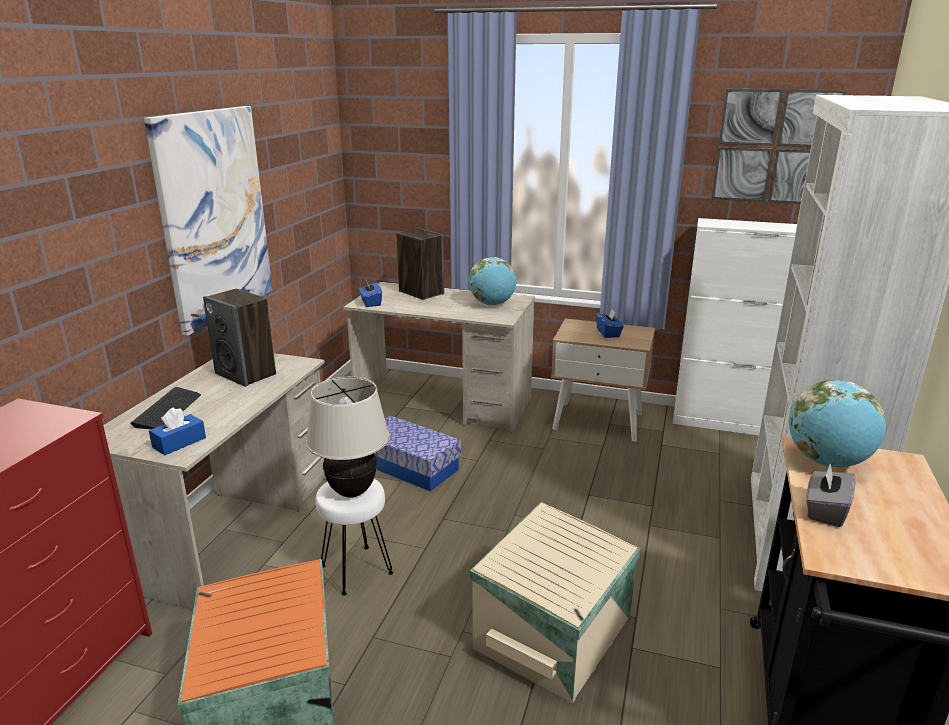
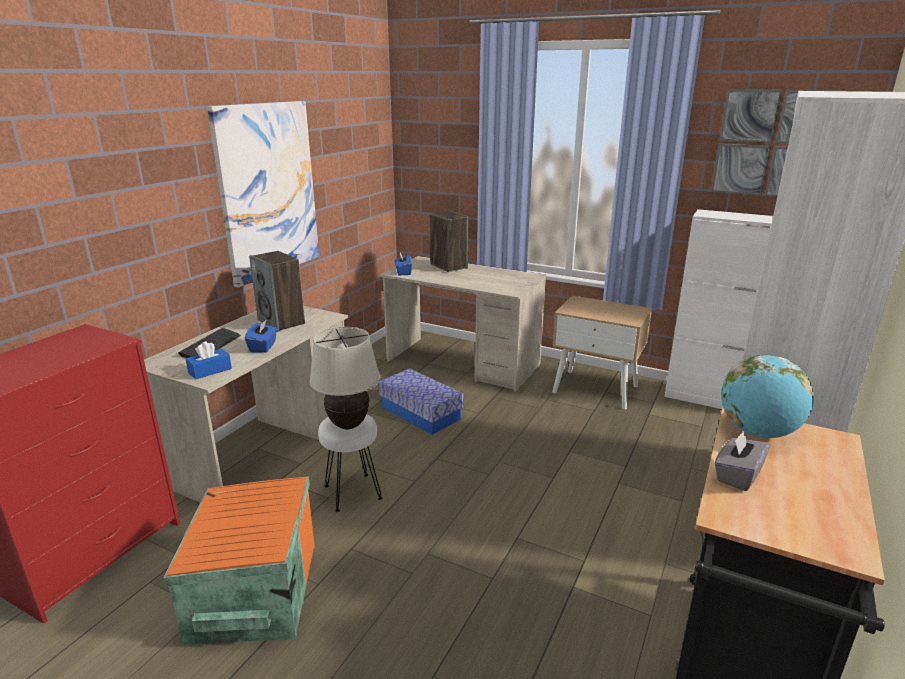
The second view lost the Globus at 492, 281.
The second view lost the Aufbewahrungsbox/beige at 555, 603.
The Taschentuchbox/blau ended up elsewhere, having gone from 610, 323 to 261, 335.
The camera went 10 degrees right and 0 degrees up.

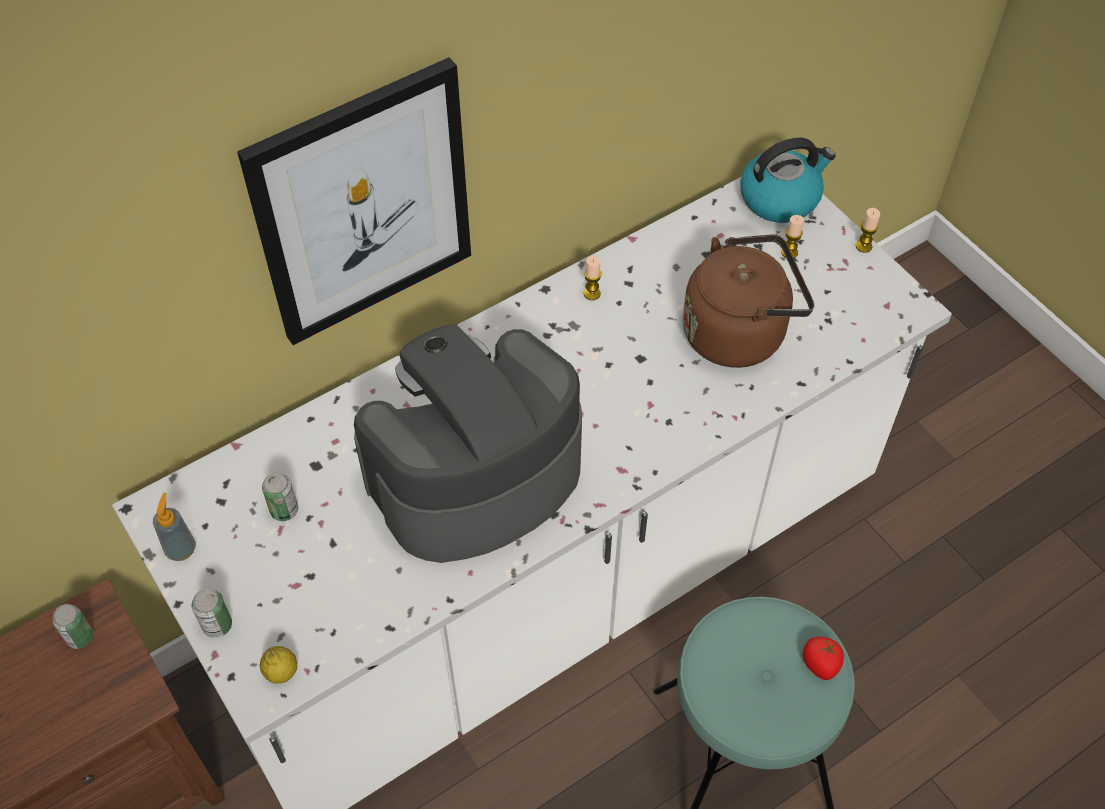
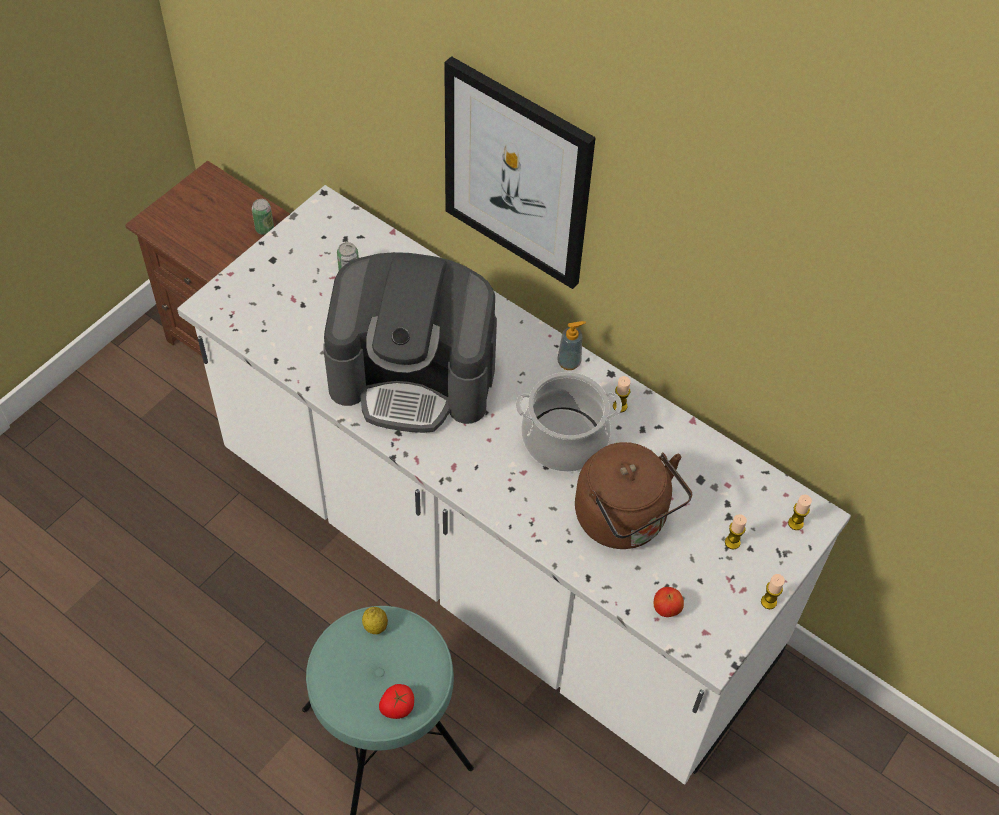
The second view lost the Dose at 212, 613.
The second view gained the Kochtopf at 569, 422.
The second view gained the Apfel at 669, 602.
The Seifenspender ended up elsewhere, having gone from 174, 527 to 571, 345.
The Zitrone ended up elsewhere, having gone from 278, 665 to 375, 620.
Where the Wasserkessel stood at 788, 180, the Kerze came to stand at 800, 512.
The Kaffeemaschine at 468, 443 ended up facing another way, 150 degrees clockwise from before.
The camera went 70 degrees right and 0 degrees up.

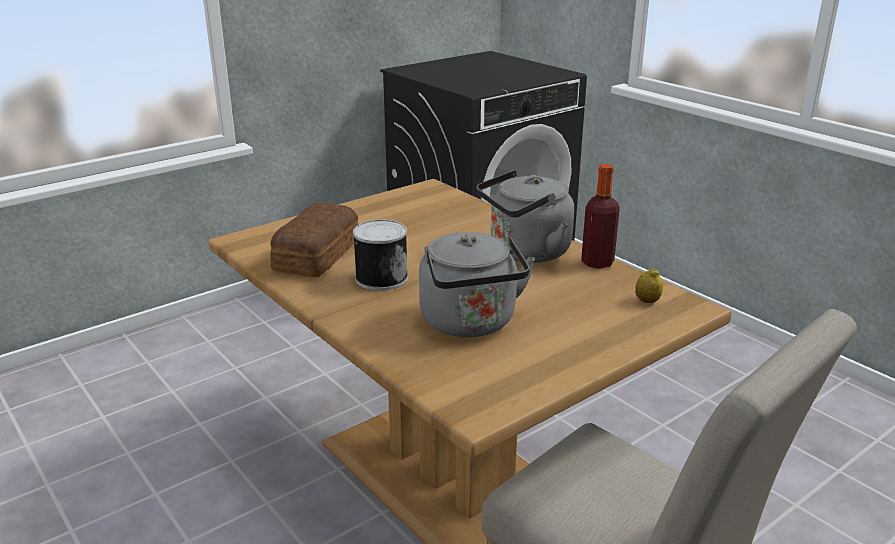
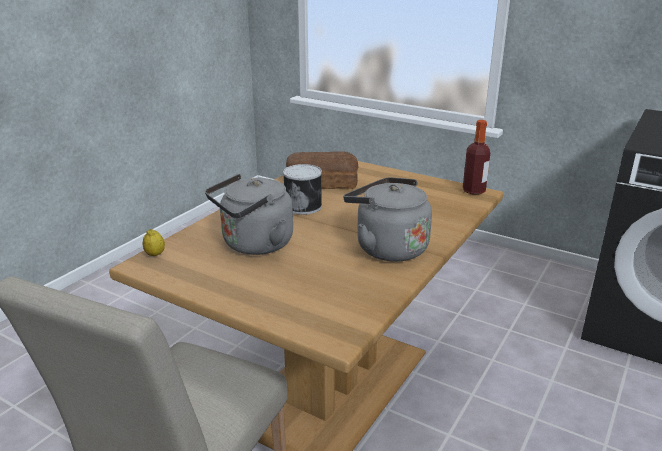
The Flasche ended up elsewhere, having gone from 600, 216 to 476, 157.
The Zitrone ended up elsewhere, having gone from 649, 285 to 154, 242.
The camera went 70 degrees right and 0 degrees up.

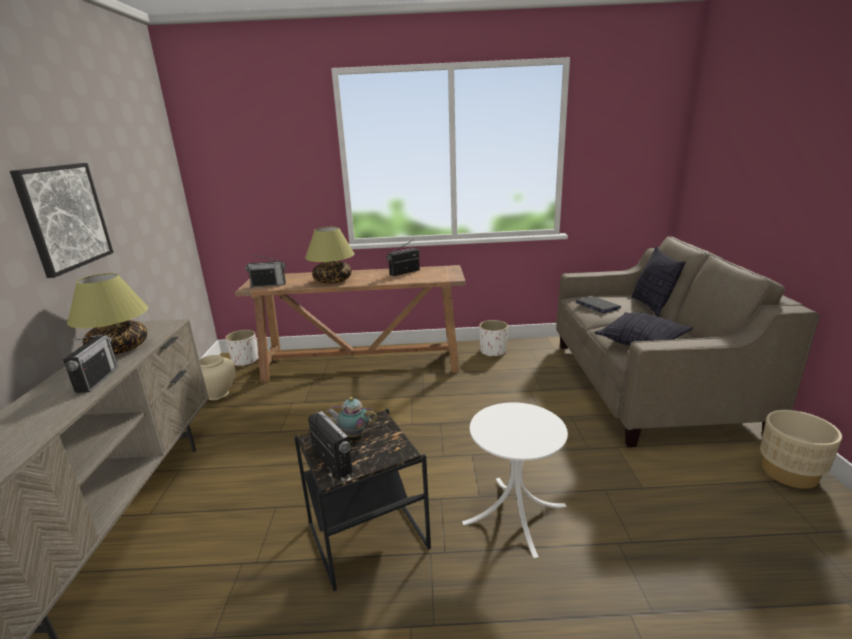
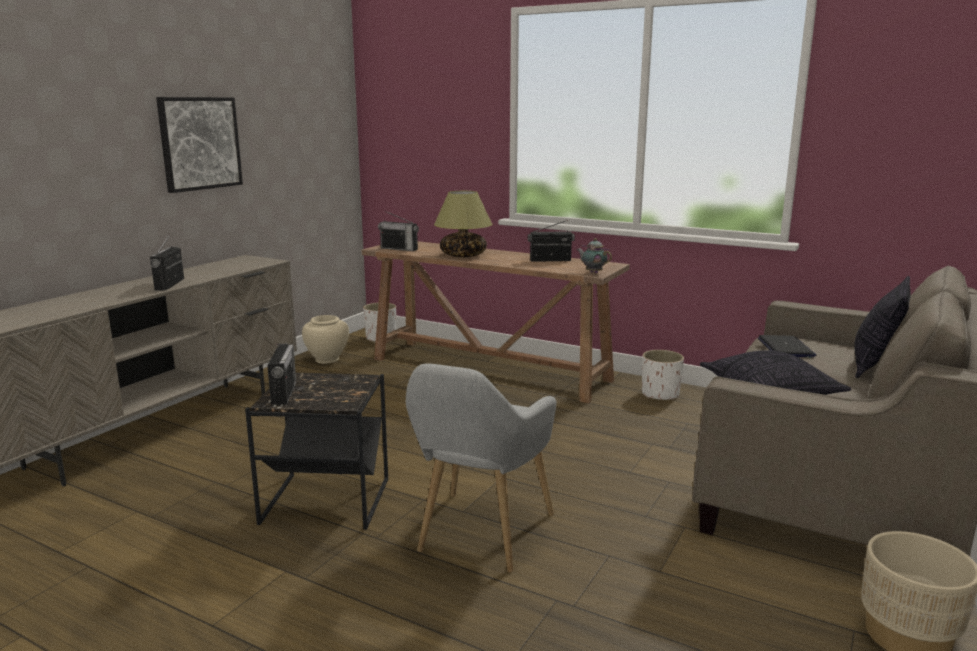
The second view lost the Tischlampe at 107, 314.
The Teekanne ended up elsewhere, having gone from 352, 417 to 594, 255.
Where the Beistelltisch/weiß stood at 515, 480, the Sessel/grau came to stand at 481, 468.
The Radio at 90, 364 ended up facing another way, 150 degrees clockwise from before.
The camera went 30 degrees right and 5 degrees down.

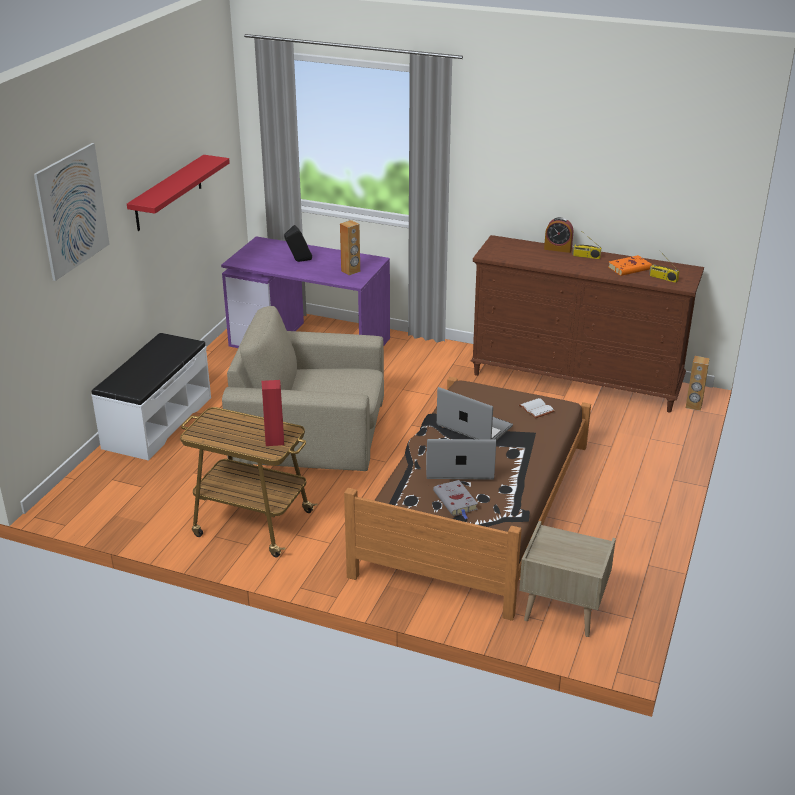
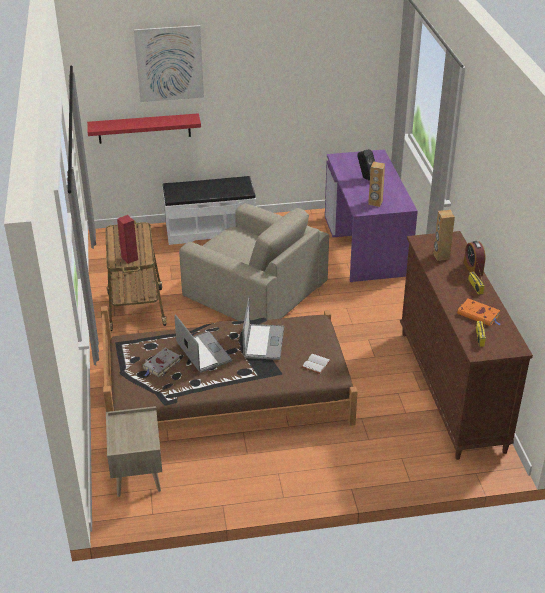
The Wandregal/rot ended up elsewhere, having gone from 178, 193 to 144, 128.
The Lautsprecher/braun ended up elsewhere, having gone from 698, 383 to 444, 235.
The Sessel/beige at 303, 388 ended up facing another way, 150 degrees clockwise from before.
The camera went 60 degrees right and 5 degrees up.

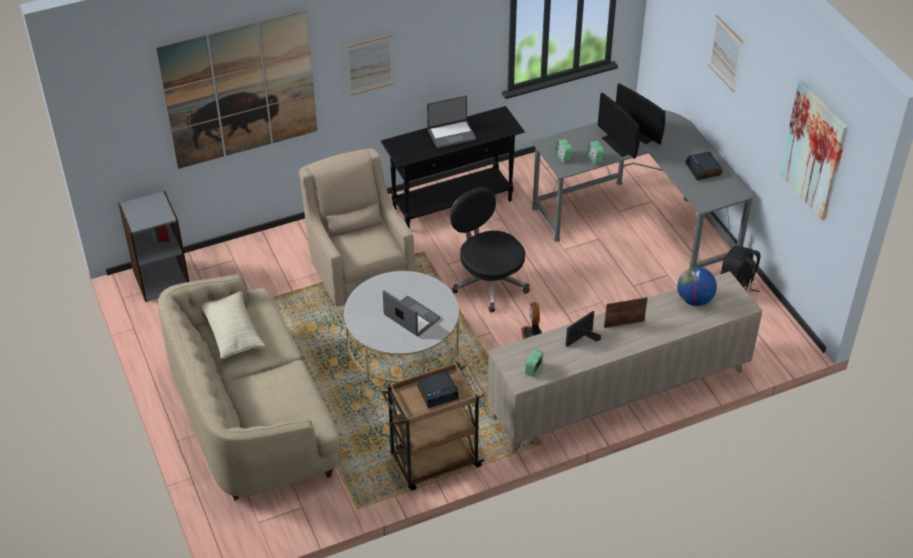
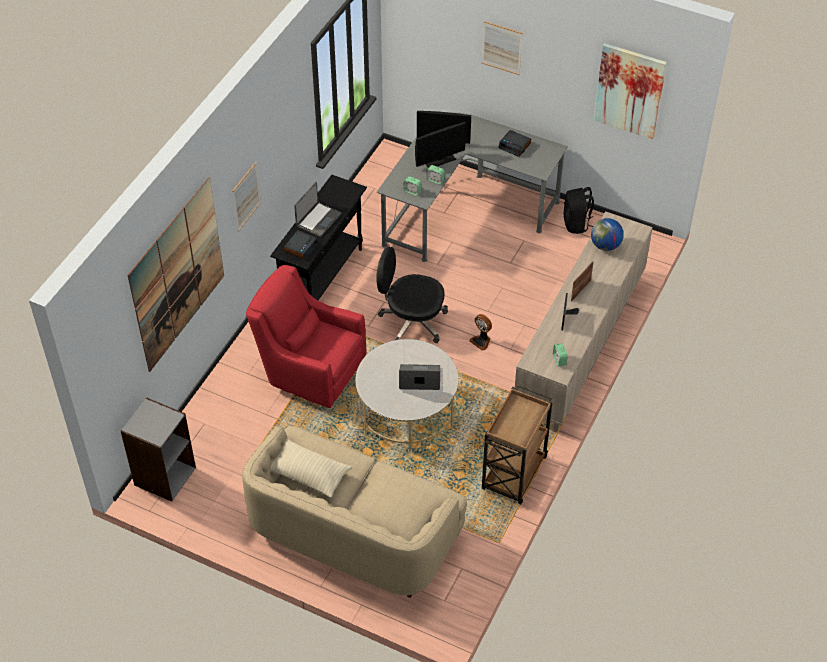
The Wecker ended up elsewhere, having gone from 438, 389 to 301, 245.
What was the Sessel/beige at 357, 227 turned into the Sessel/rot at 306, 336.
The Monitor at 619, 126 ended up facing another way, 45 degrees counterclockwise from before.
The camera went 40 degrees left and 5 degrees up.

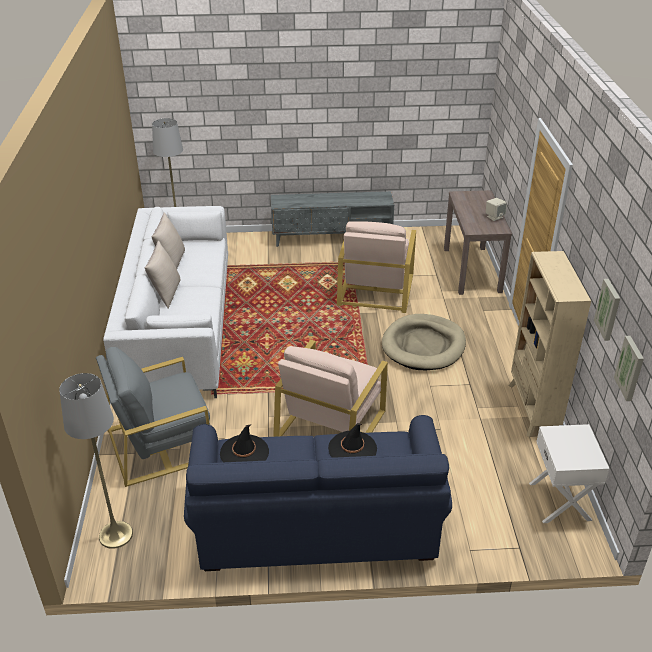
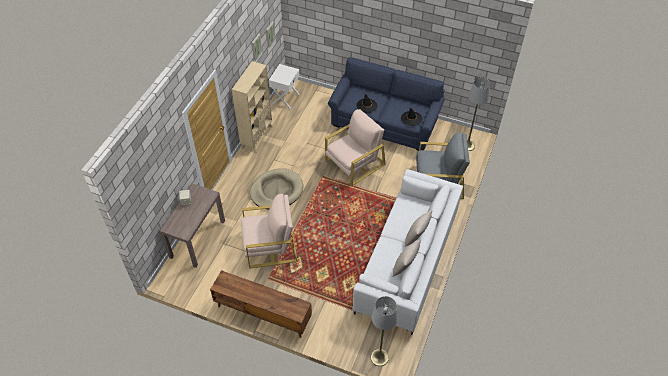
What was the Fernsehschrank/grau at 332, 219 turned into the Fernsehschrank/braun at 261, 304.
The Sessel/beige at 376, 267 ended up facing another way, 45 degrees clockwise from before.
The camera went 155 degrees left and 15 degrees up.

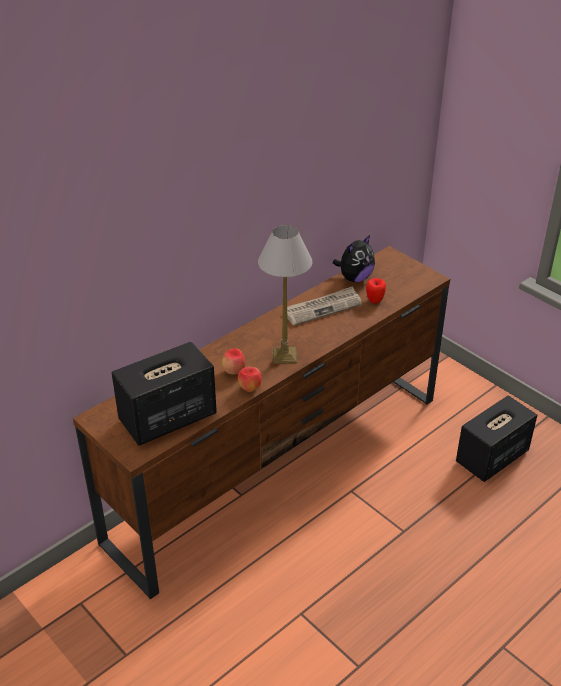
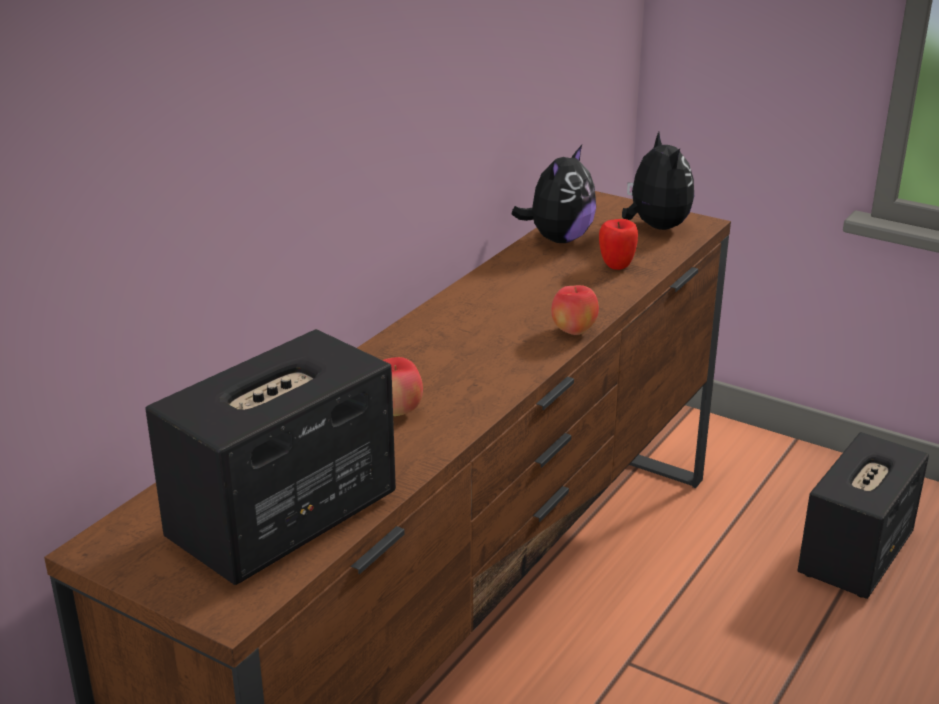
The second view lost the Tischlampe at 285, 294.
The second view lost the Zeitung at 324, 306.
The second view gained the Plüschtier at 658, 181.
The Apfel ended up elsewhere, having gone from 250, 379 to 575, 310.
The camera went 15 degrees left and 10 degrees down.

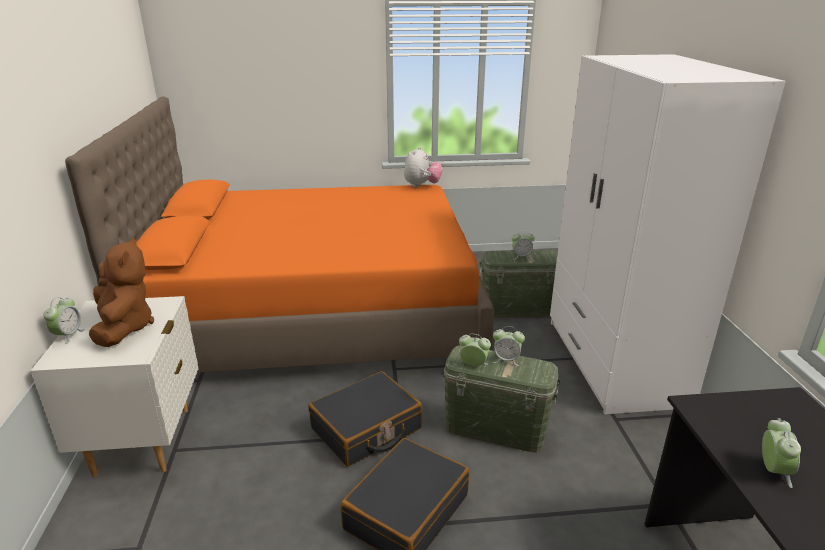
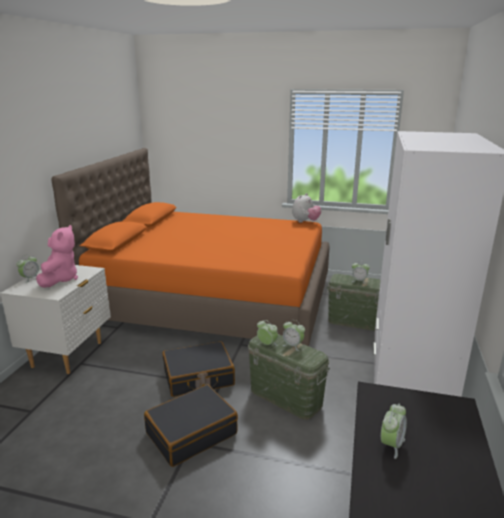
What was the Plüschtier/braun at 121, 292 turned into the Plüschtier/rosa at 57, 256.
The camera went 20 degrees right and 5 degrees down.

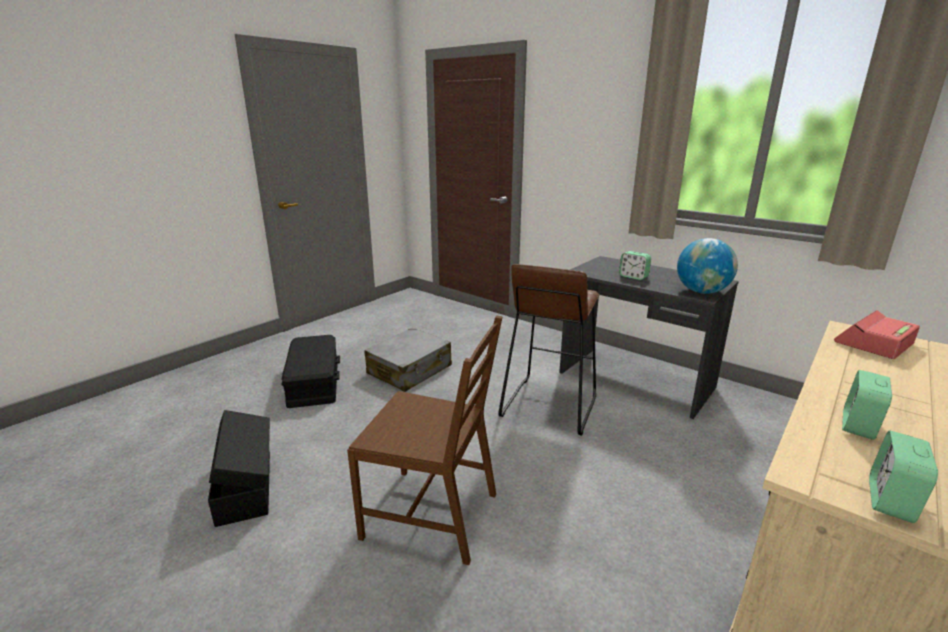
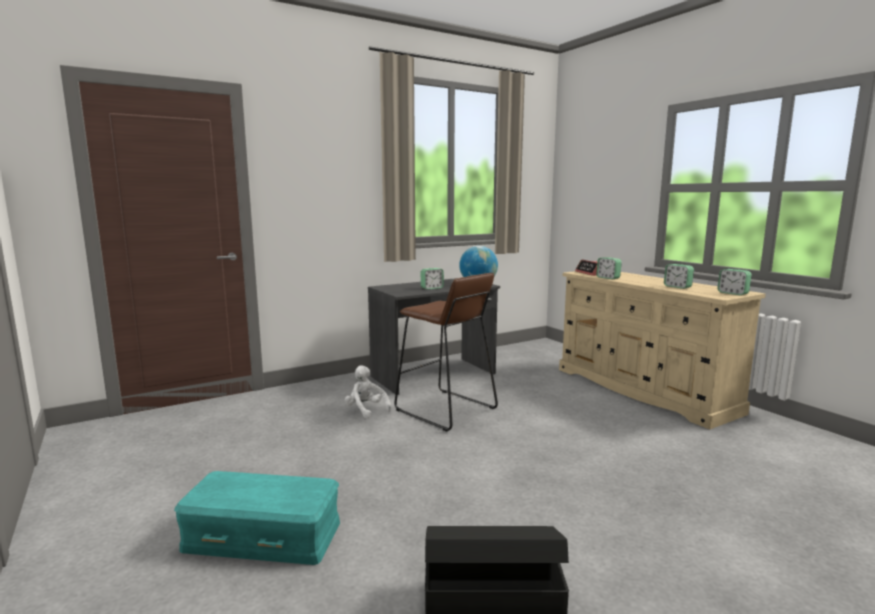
The second view lost the Stuhl/braun at 425, 440.
The second view lost the Koffer/grau at 408, 360.
The second view gained the Plüschtier/weiß at 368, 392.
The second view gained the Wecker at 609, 268.
What was the Aufbewahrungsbox/schwarz at 310, 371 turned into the Aufbewahrungsbox/türkis at 257, 518.
The camera went 70 degrees left and 10 degrees down.

